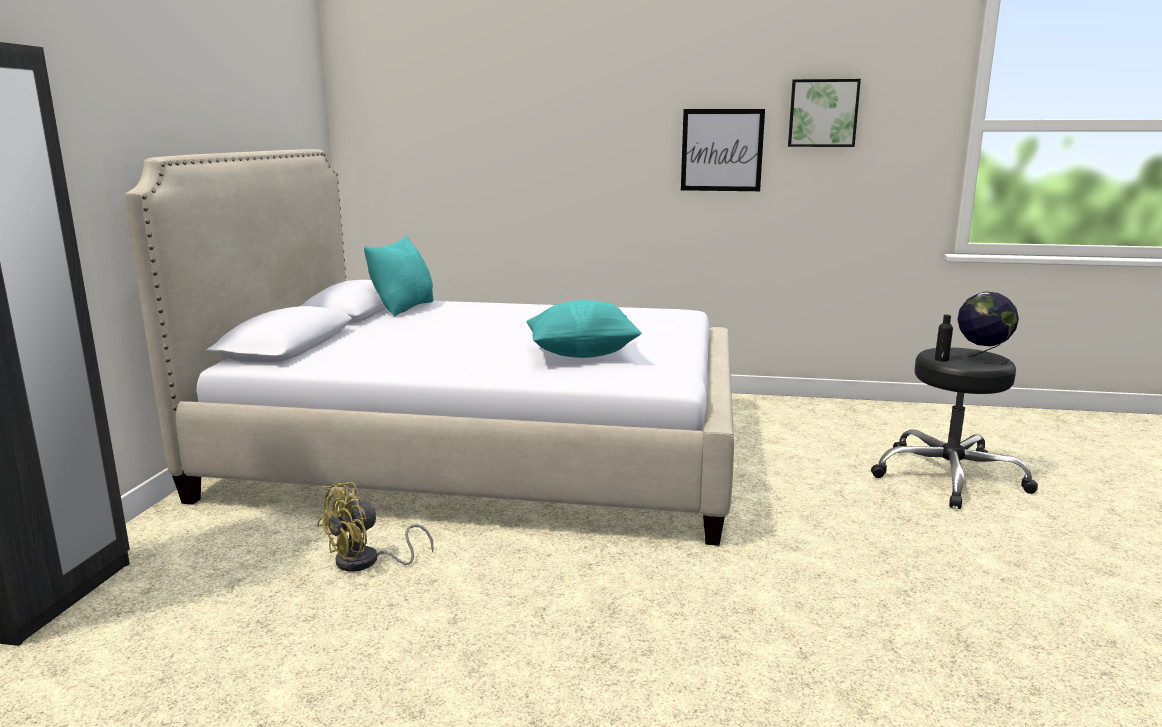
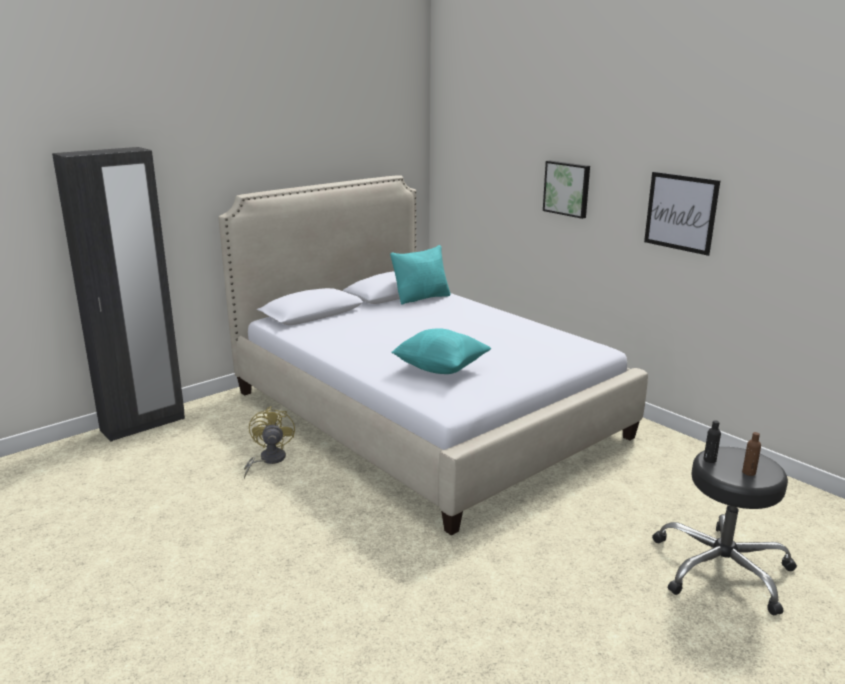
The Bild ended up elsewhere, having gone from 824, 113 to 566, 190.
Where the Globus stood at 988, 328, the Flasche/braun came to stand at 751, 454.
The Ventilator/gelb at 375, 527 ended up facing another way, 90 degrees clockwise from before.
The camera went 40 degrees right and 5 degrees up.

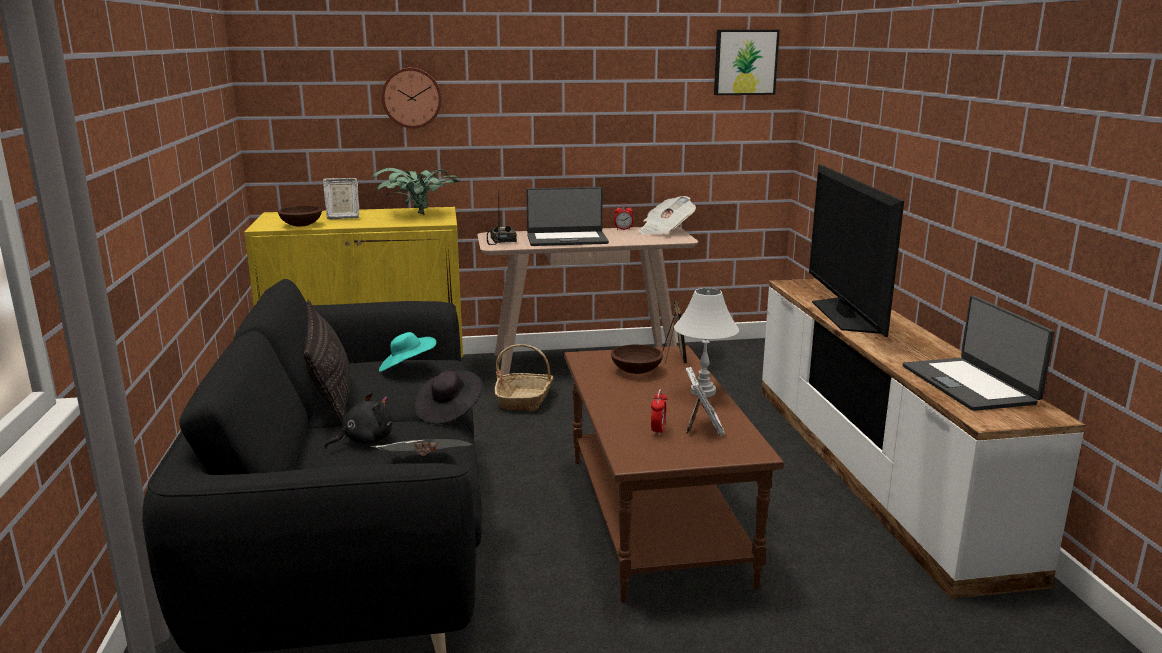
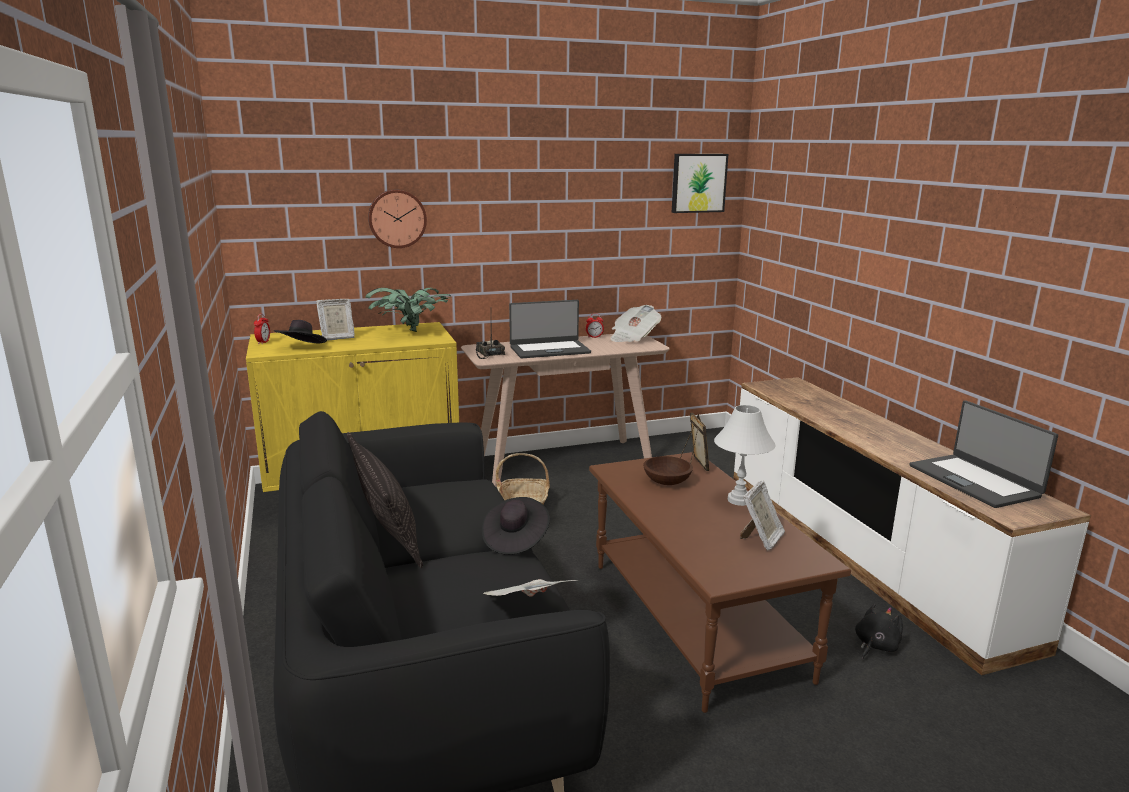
The second view lost the Hut/türkis at 407, 352.
The second view lost the Fernseher at 856, 250.
The Plüschtier/schwarz ended up elsewhere, having gone from 358, 420 to 879, 631.
The Wecker ended up elsewhere, having gone from 659, 412 to 262, 329.
Where the Schüssel/braun stood at 300, 216, the Hut/schwarz came to stand at 300, 331.
The Bilderrahmen at 705, 401 ended up facing another way, 45 degrees clockwise from before.
The camera went 10 degrees left and 0 degrees up.

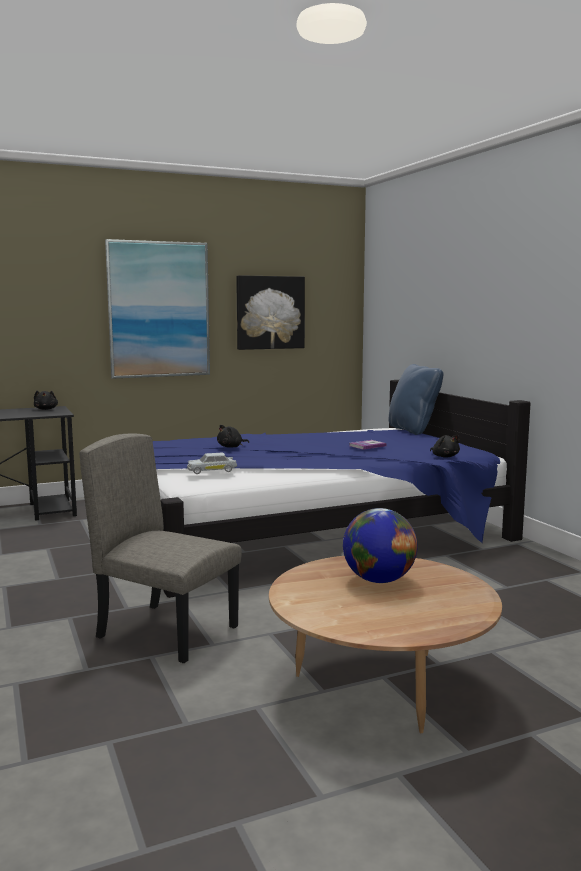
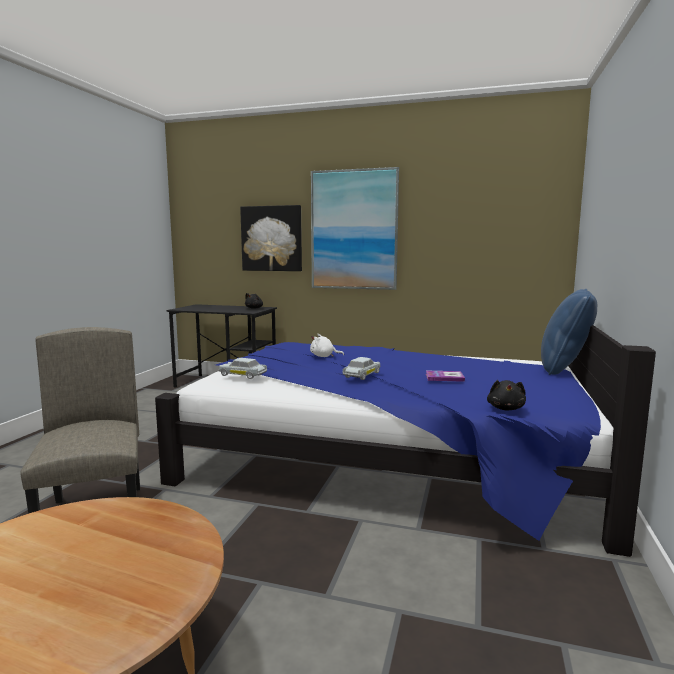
The second view lost the Globus at 380, 545.
The second view gained the Spielzeugauto/weiß at 362, 368.
The Bild ended up elsewhere, having gone from 270, 312 to 271, 238.
What was the Plüschtier/schwarz at 233, 436 turned into the Plüschtier/weiß at 327, 345.
The camera went 40 degrees right and 0 degrees up.

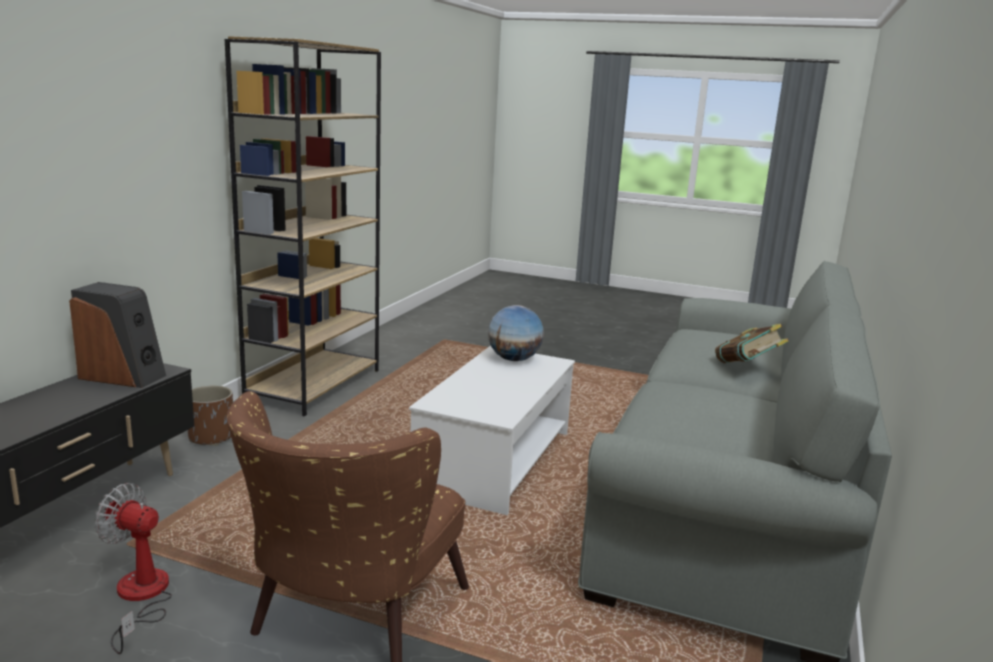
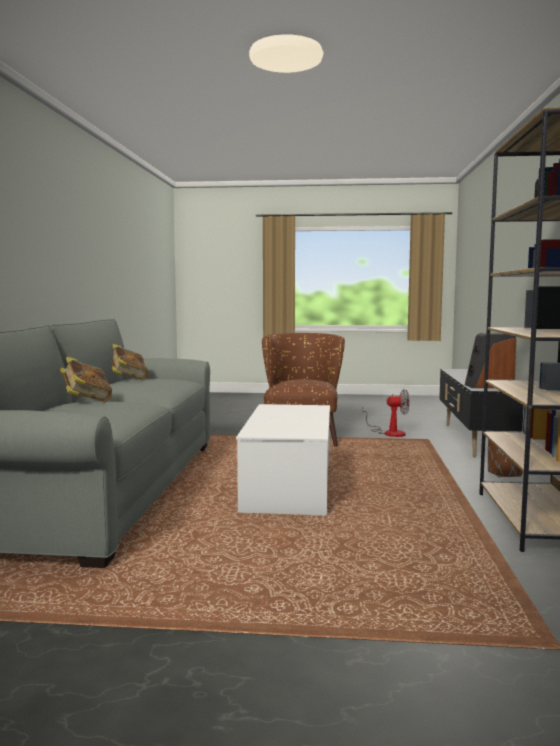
The second view lost the Globus at 516, 333.
The second view gained the Buch at 130, 362.
The camera went 165 degrees right and 10 degrees down.

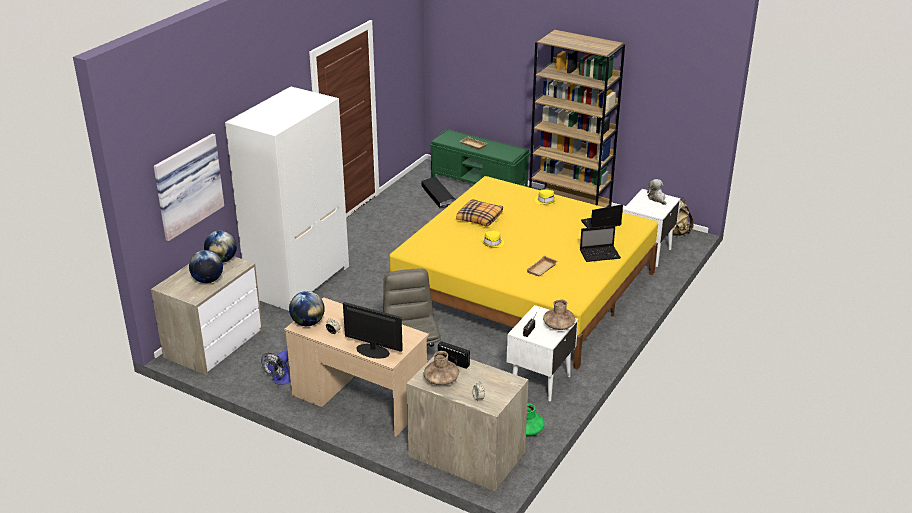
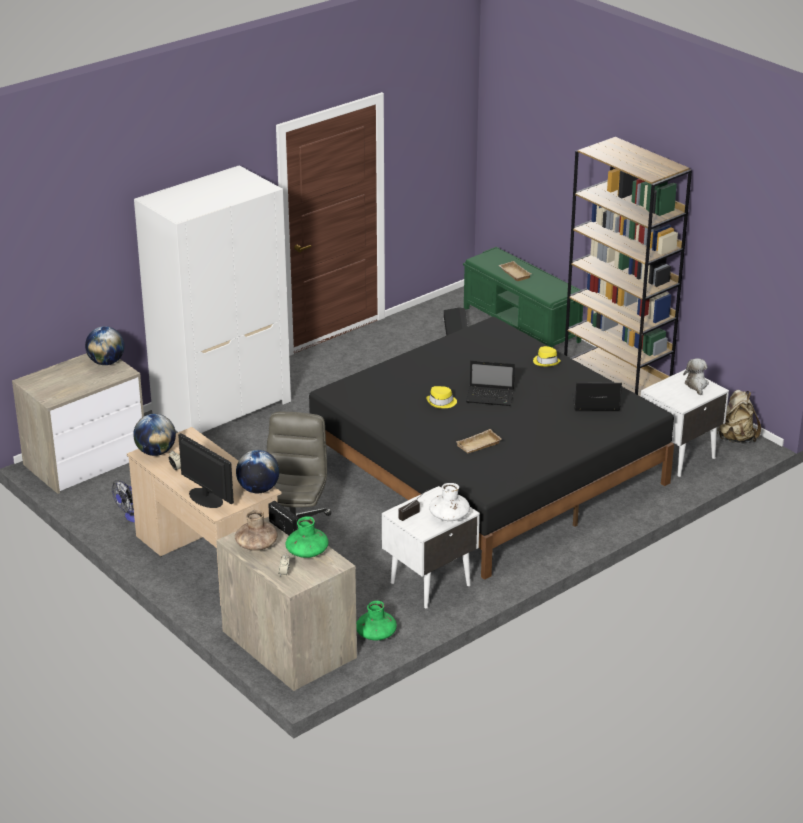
The second view lost the Bild at 189, 187.
The second view lost the Kissen at 479, 213.
The second view gained the Vase/grün at 307, 537.
The Globus ended up elsewhere, having gone from 206, 266 to 257, 471.
The Laptop ended up elsewhere, having gone from 600, 243 to 490, 383.
What was the Bett/gelb at 523, 273 turned into the Bett/schwarz at 491, 448.
What was the Vase/braun at 559, 315 turned into the Vase/weiß at 449, 502.
The camera went 20 degrees right and 0 degrees up.

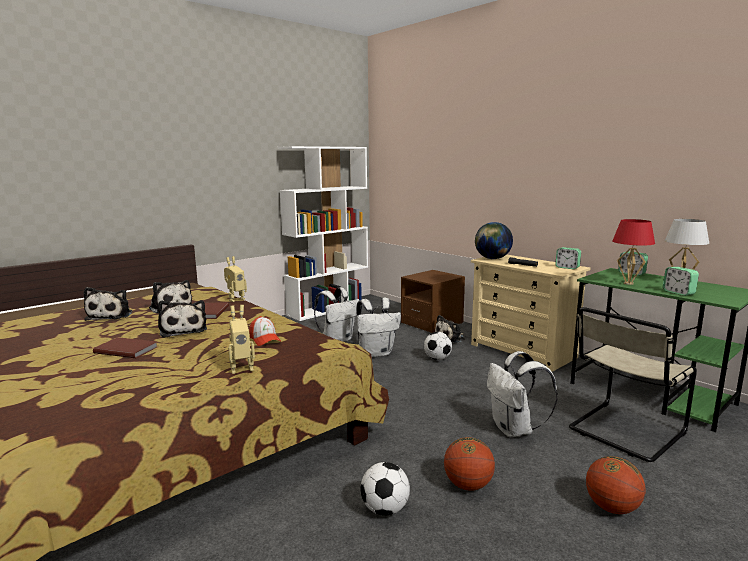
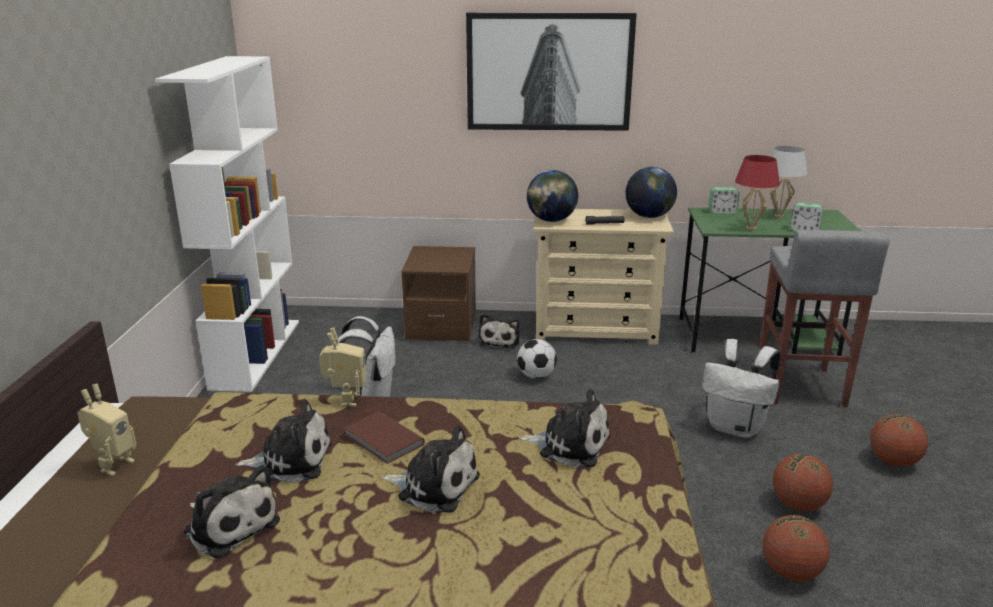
The second view lost the Buch/braun at 125, 347.
The second view lost the Rucksack/weiß at 378, 327.
The second view gained the Bild at 551, 72.
The Spielzeugroboter ended up elsewhere, having gone from 241, 339 to 106, 429.
Where the Kappe stood at 265, 331, the Plüschtier came to stand at 564, 428.
Where the Fußball stood at 385, 489, the Basketball came to stand at 796, 548.
Where the Wecker stood at 568, 258, the Globus came to stand at 651, 192.
Where the Stuhl/beige stood at 633, 384, the Hocker/grau came to stand at 824, 318.
The camera went 45 degrees left and 10 degrees up.

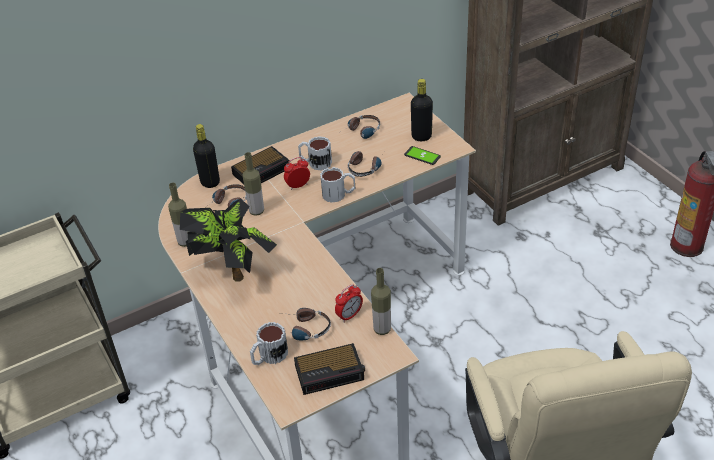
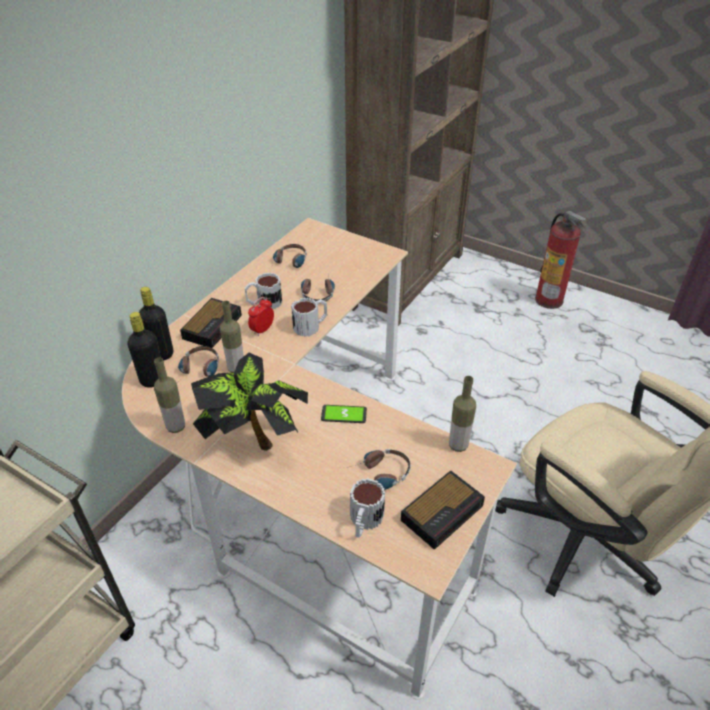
The second view lost the Wecker at 349, 303.
The Handy ended up elsewhere, having gone from 422, 155 to 344, 414.
The Flasche/schwarz ended up elsewhere, having gone from 422, 110 to 144, 350.
The camera went 30 degrees left and 0 degrees up.

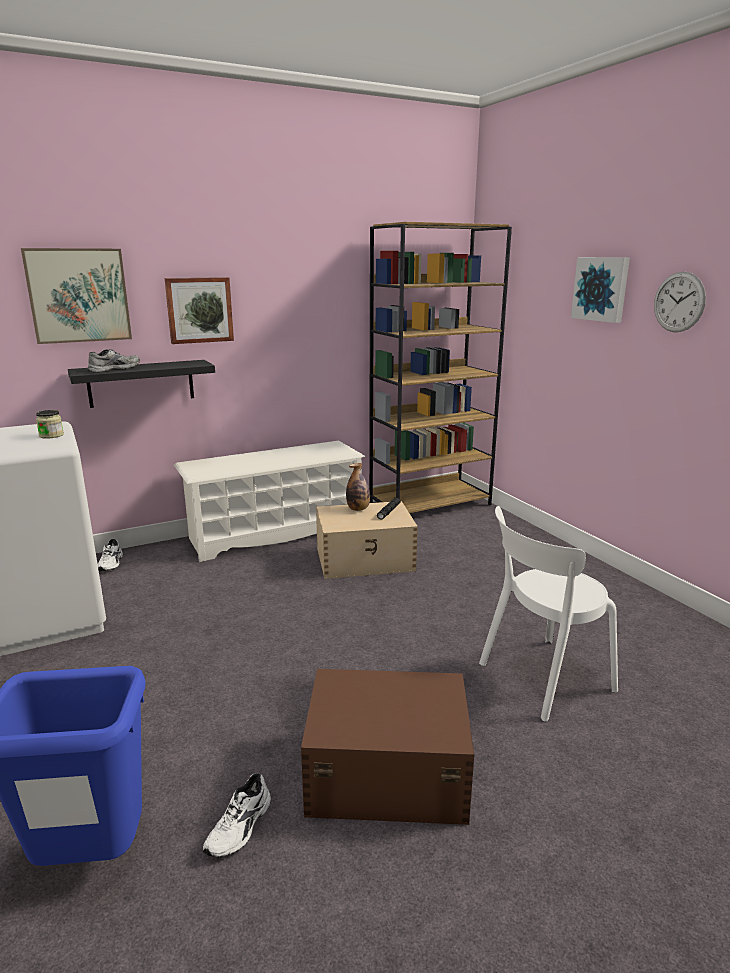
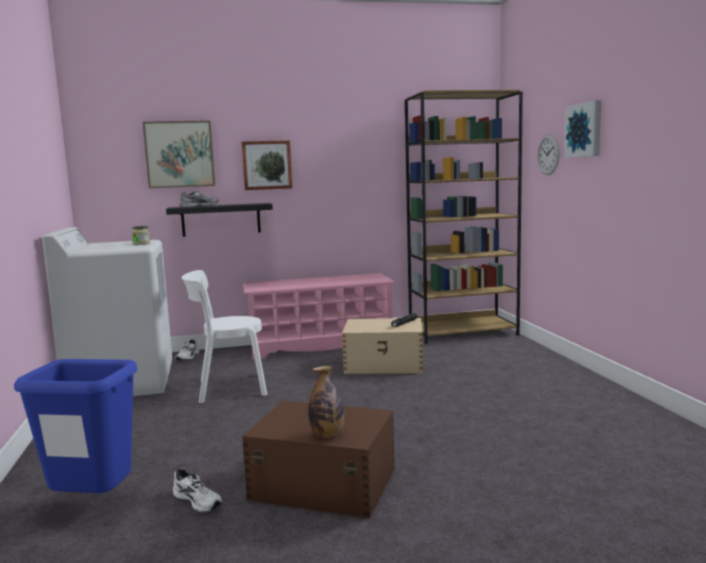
The Flasche ended up elsewhere, having gone from 358, 487 to 327, 402.
The Stuhl/weiß ended up elsewhere, having gone from 548, 614 to 224, 336.
The Wanduhr ended up elsewhere, having gone from 680, 302 to 549, 154.
What was the Schuhregal/weiß at 269, 501 turned into the Schuhregal/rosa at 319, 316.
The Schuh/weiß at 237, 815 ended up facing another way, 90 degrees counterclockwise from before.
The camera went 15 degrees right and 10 degrees down.

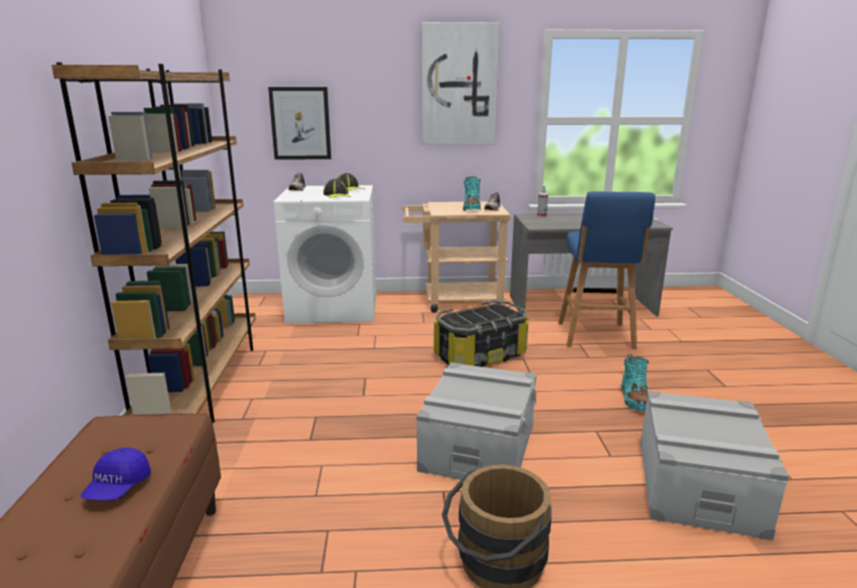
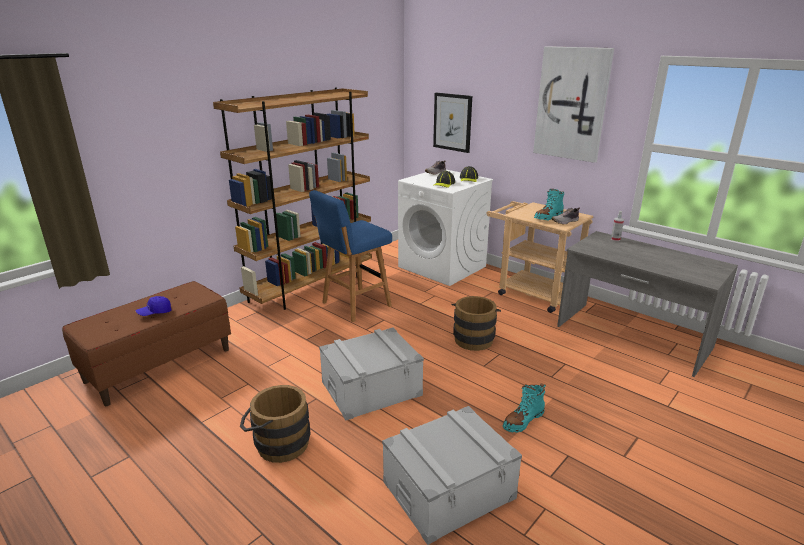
The Hocker/blau ended up elsewhere, having gone from 606, 270 to 350, 256.
Where the Aufbewahrungsbox stood at 481, 333, the Eimer/braun came to stand at 476, 323.
The camera went 45 degrees right and 5 degrees up.

